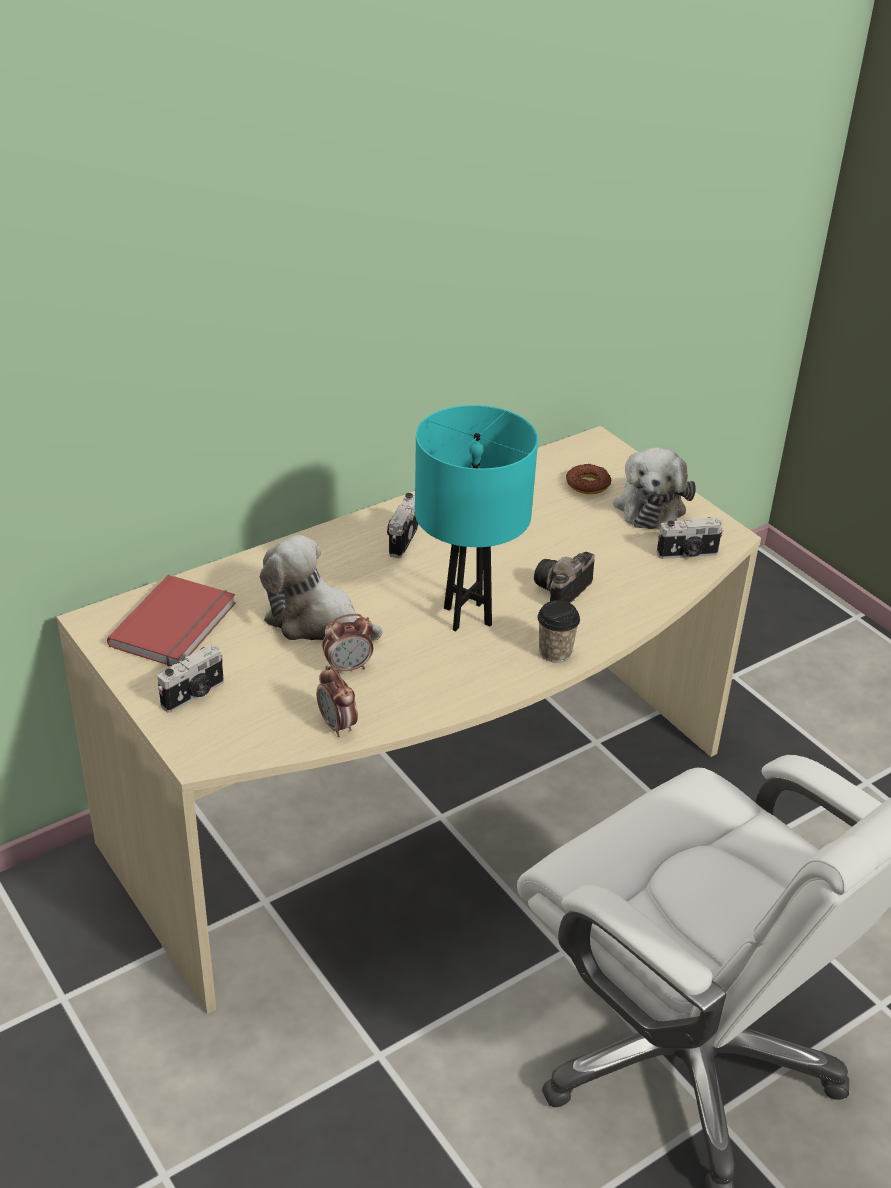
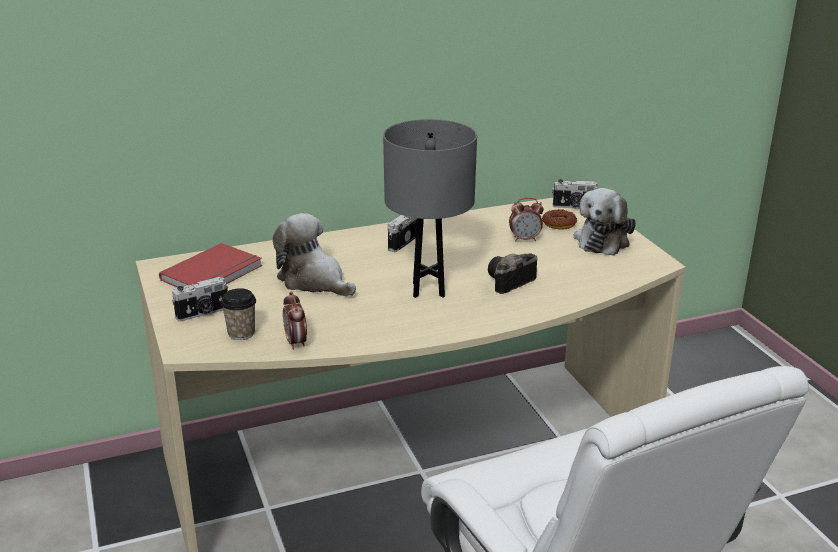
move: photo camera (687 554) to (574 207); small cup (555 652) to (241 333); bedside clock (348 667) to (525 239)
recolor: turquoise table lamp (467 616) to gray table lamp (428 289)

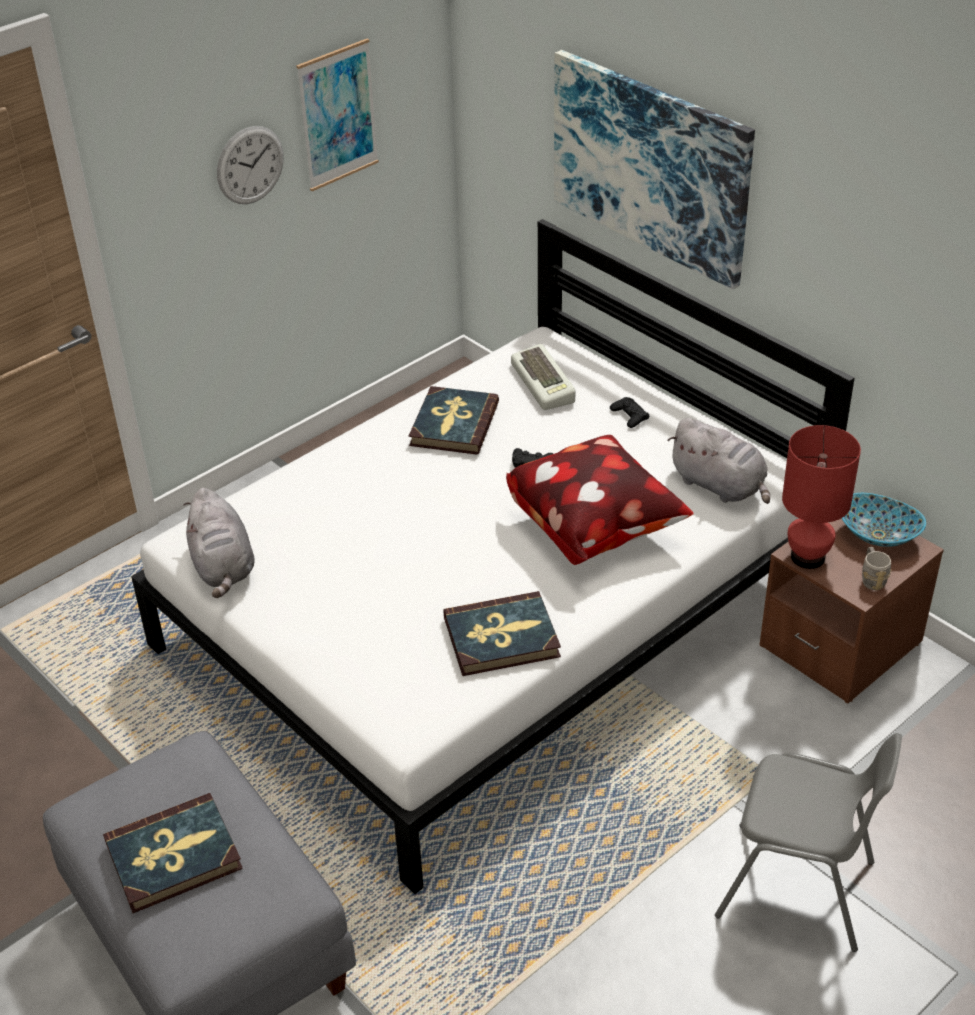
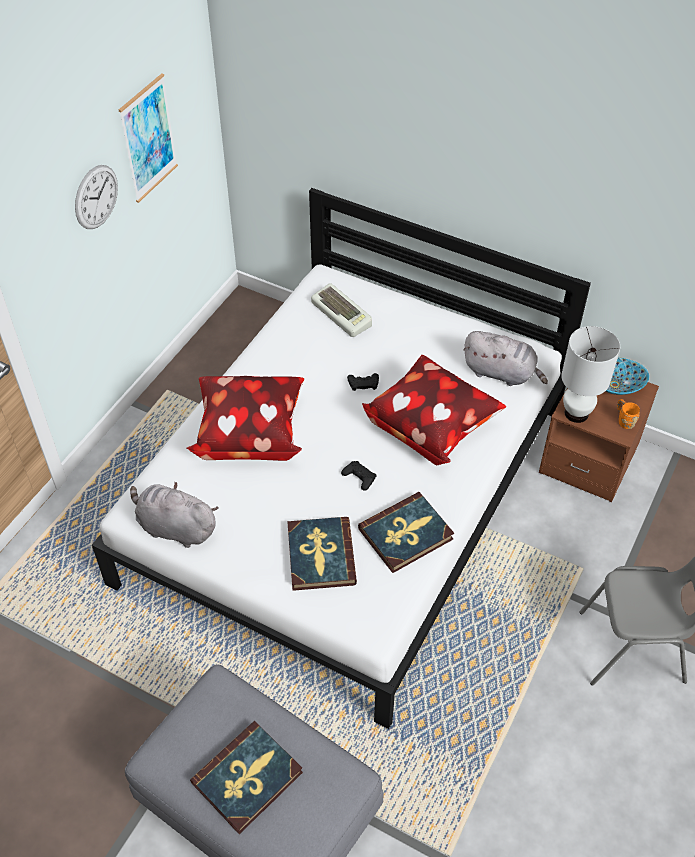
delete: picture (650 166)
insert: cushion (249 434)
move: book (453 424) to (320 555); black-coloured gamepad (629 416) to (359 477)
recolor: reddish table lamp (807 557) to white-coloured table lamp (575 413); gray tea mug (872 579) to orange tea mug (624 420)
rotate: gray cuddly toy (223 567) = (175 527) 150 degrees clockwise

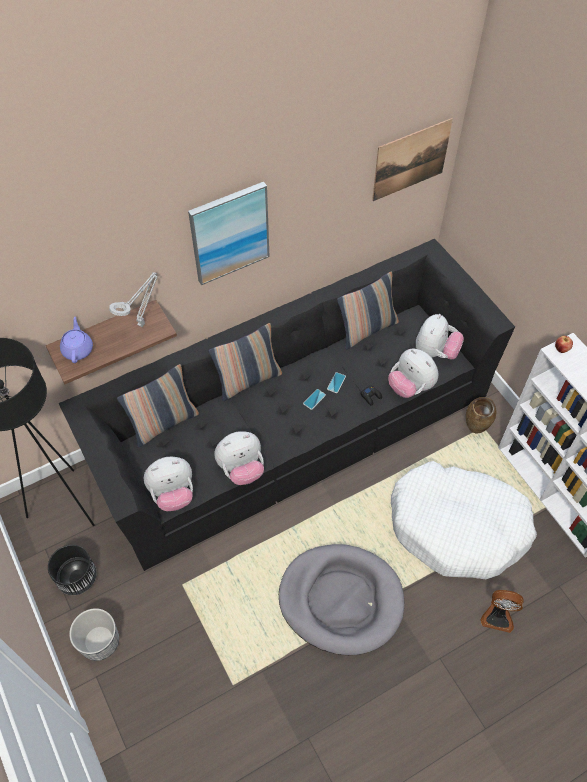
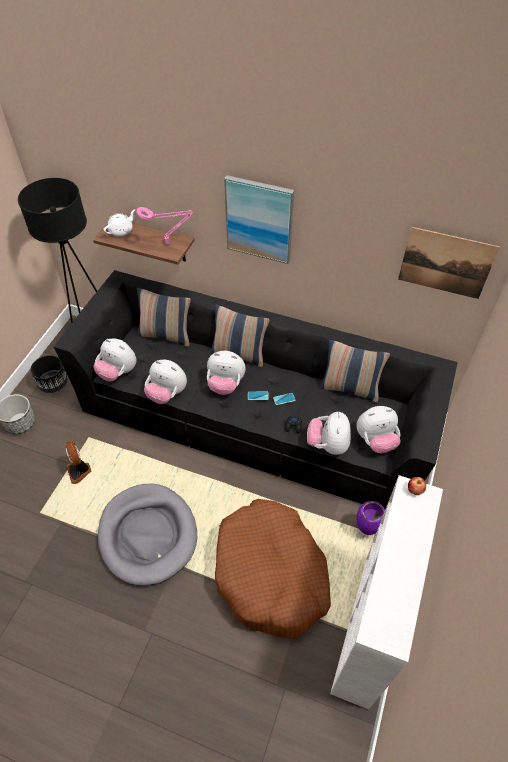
insert: cuddly toy (225 384)
move: fan (498 616) to (79 471)
recolor: gray table lamp (142 323) to pink-coloured table lamp (169 243); purple tea pot (78 349) to white-coloured tea pot (121 230); brown decorative vase (475 430) to purple decorative vase (366 530); white-coloured pet bed (458 526) to brown pet bed (271 573)

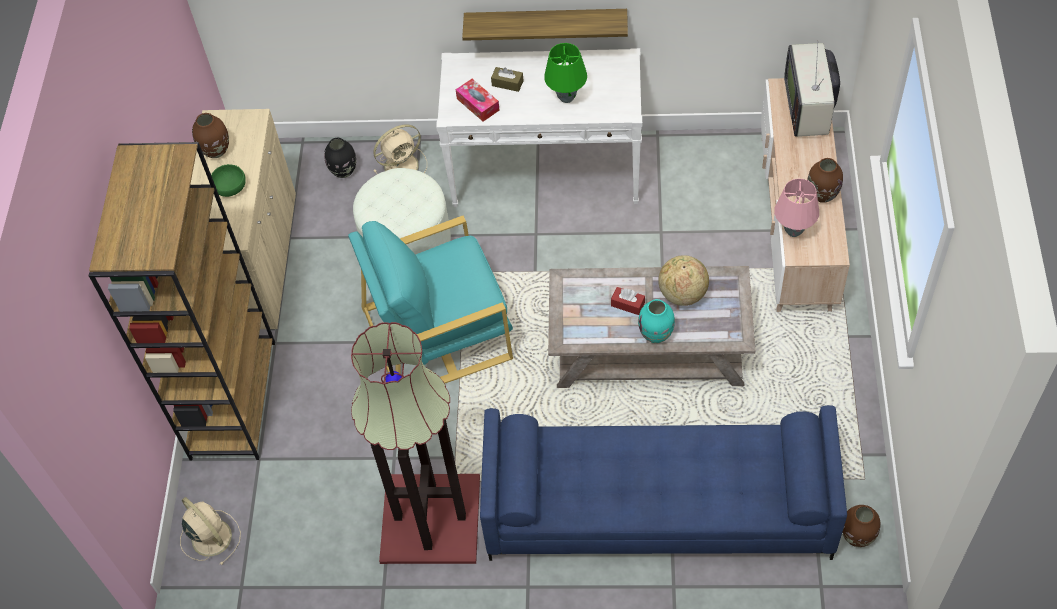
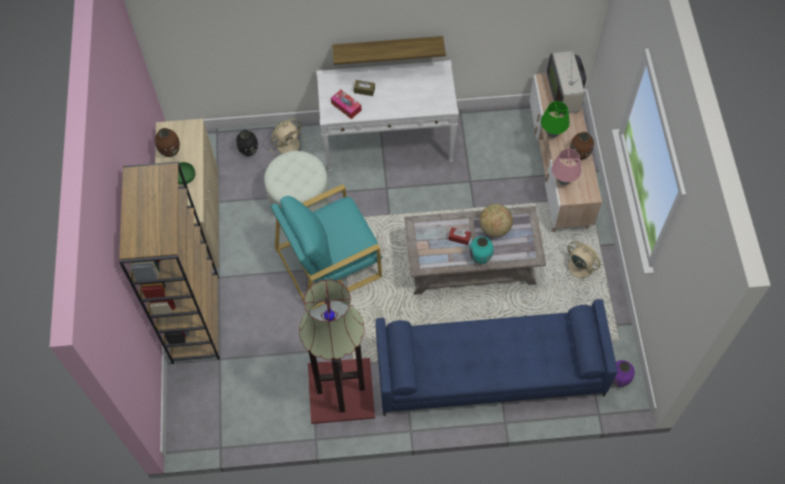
move: greenish table lamp (566 98) to (552 134); beige-coloured fan (210 536) to (579 266)
recolor: brown decorative vase (857 536) to purple decorative vase (618 379)

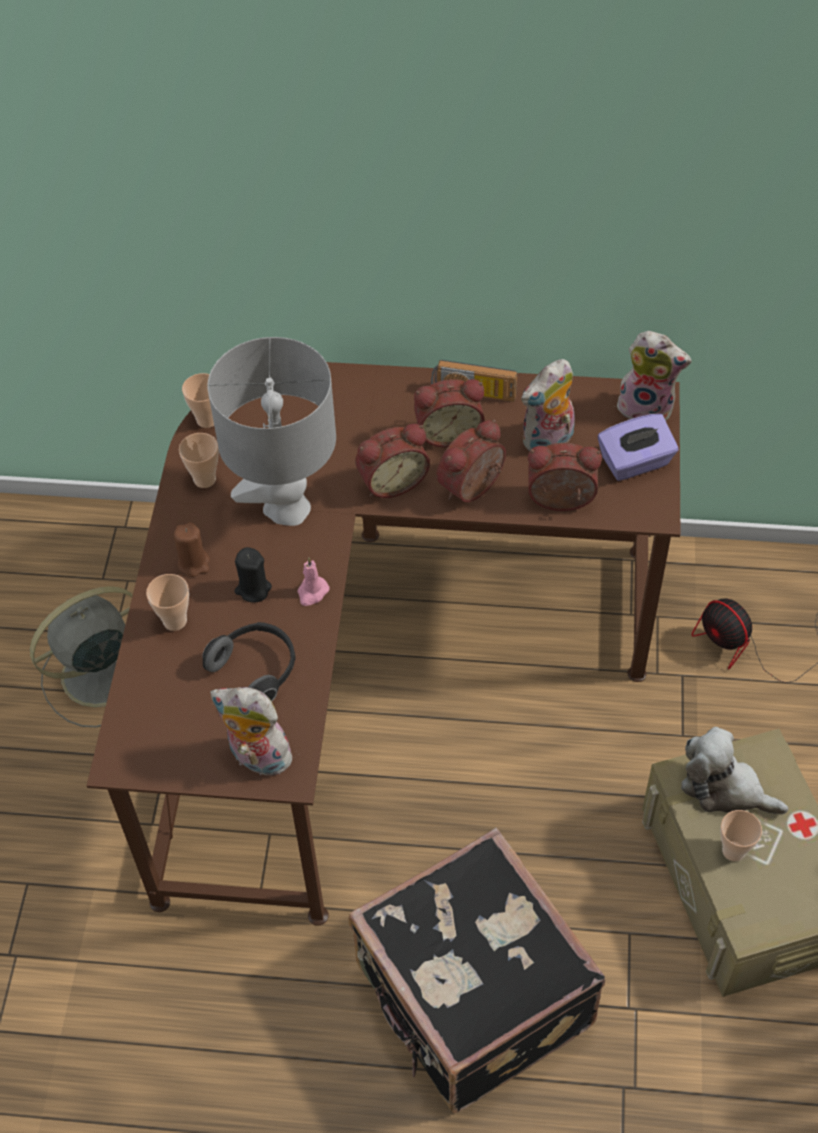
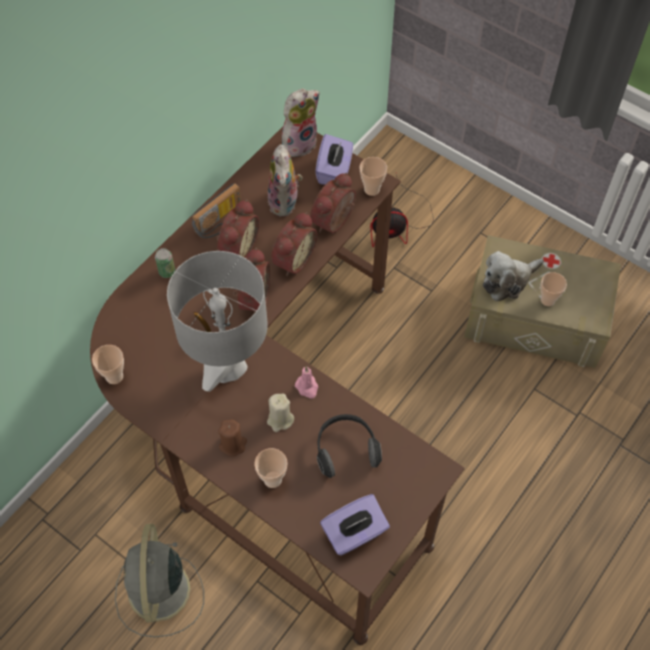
delete: cuddly toy (257 758); black-coloured piece of luggage (471 999)
insert: sealed can (167 272); purple box of tissues (354 533)
move: small cup (204 479) to (372 189)
recolor: black-coloured wax candle (253 589) to beige-coloured wax candle (280 420)
rotate: bedside clock (474 488) = (292 259) 135 degrees counterclockwise

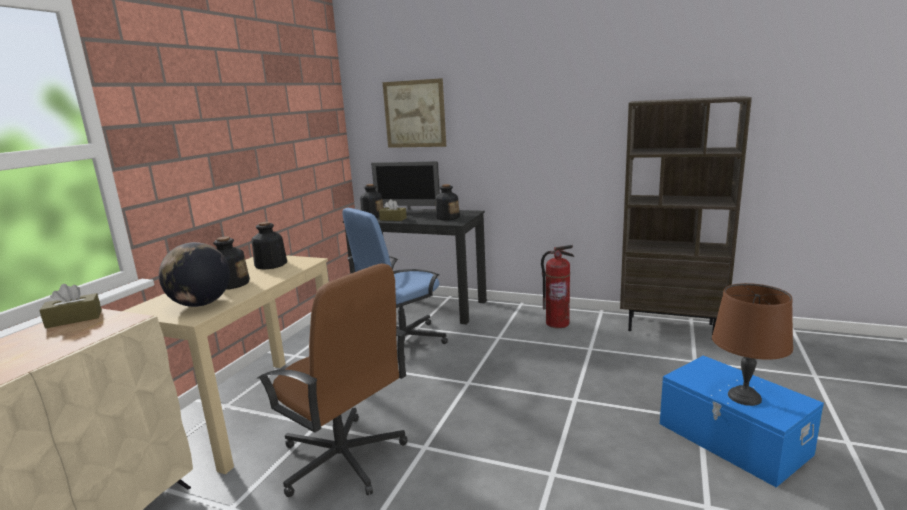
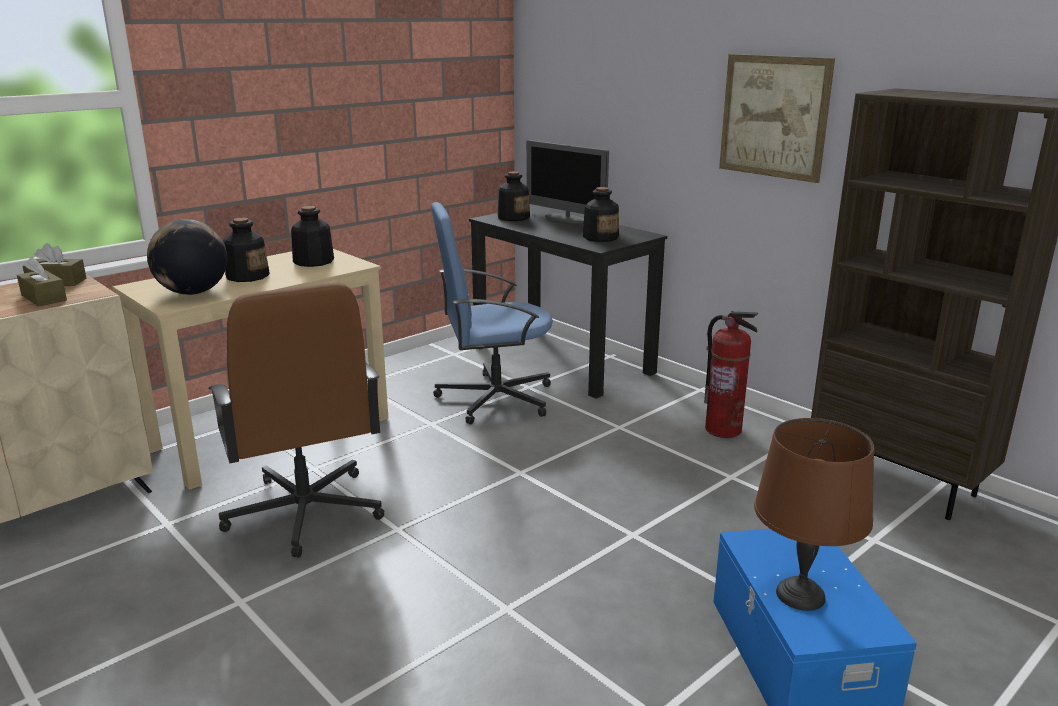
move: picture (414 114) to (774 117); brown box of tissues (393 219) to (44 298)

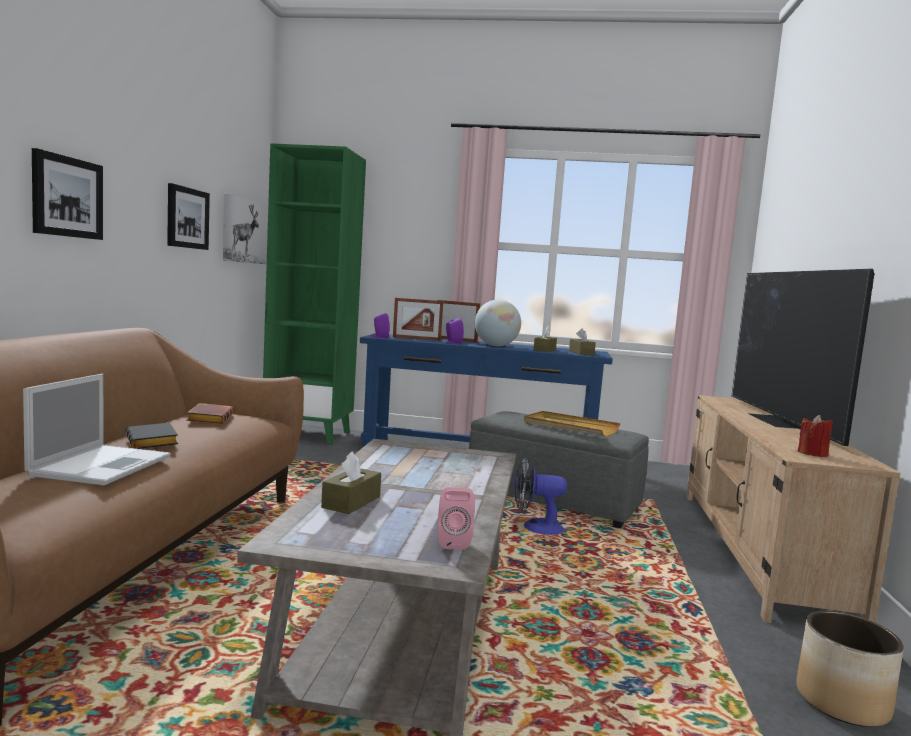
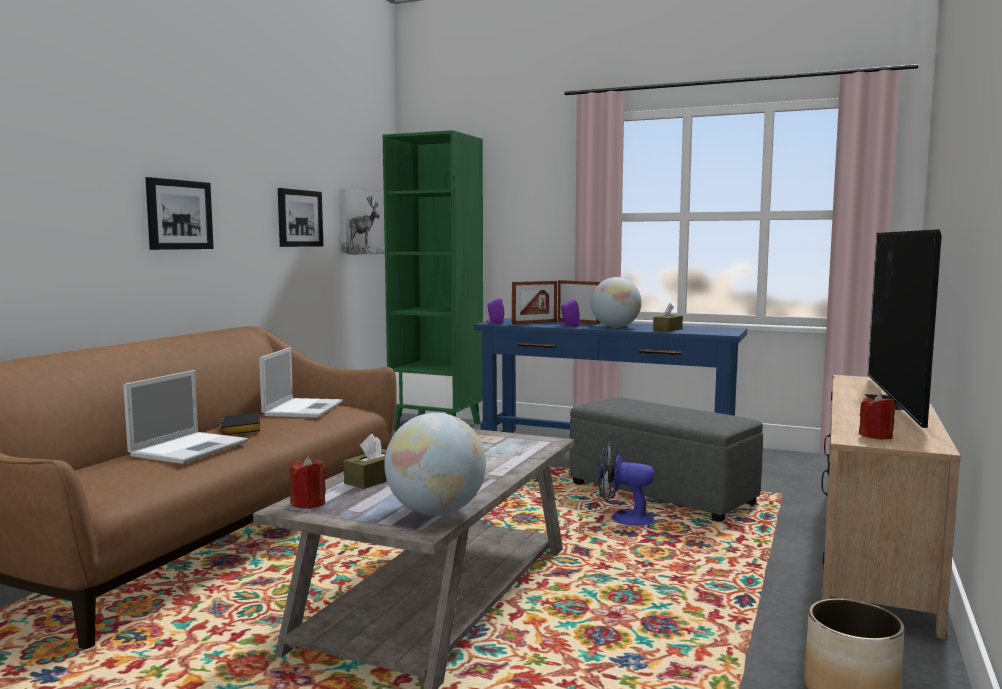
delete: brown box of tissues (581 353); beige-coloured serving tray (570 427)
insert: reddish wax candle (308 503)
replace: brown book (209 418) to laptop (303 408); pink-coloured loudspeaker (453 542) to desk globe (436 512)
rotate: standing frame (416 338) = (534 323) 45 degrees counterclockwise

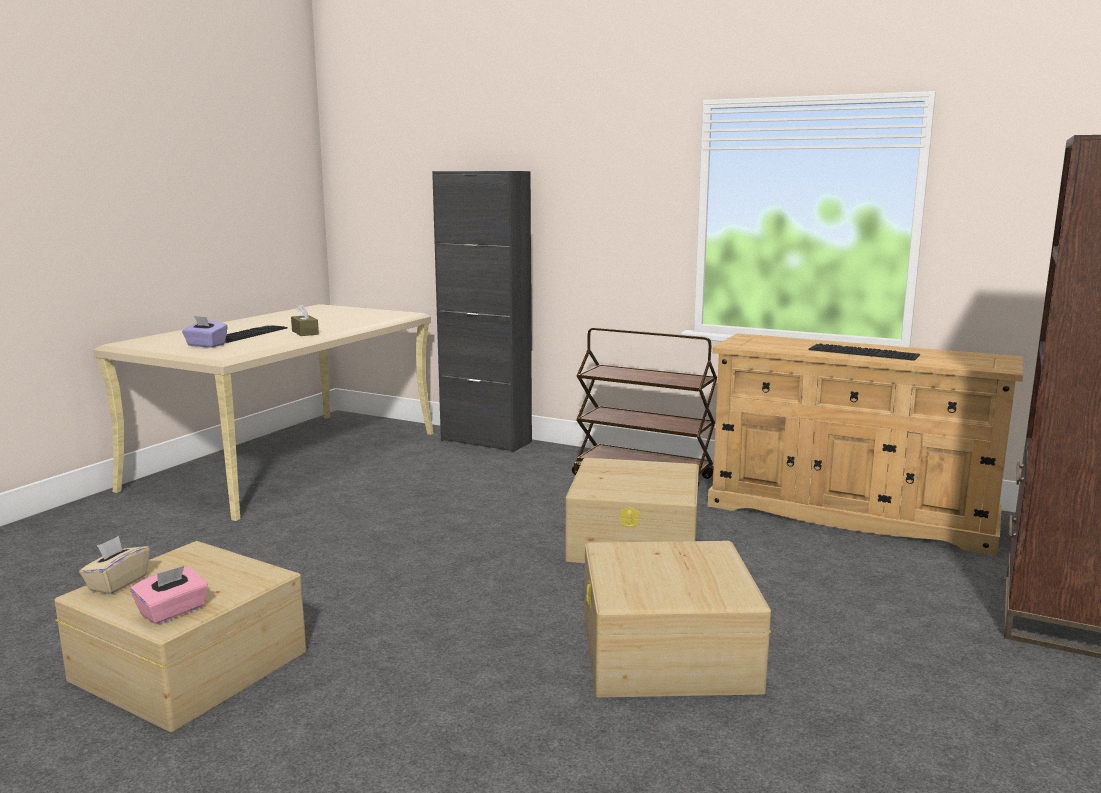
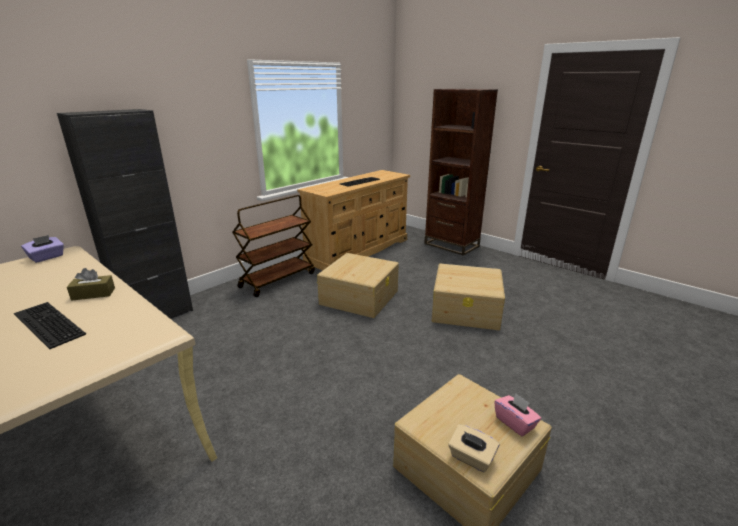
move: purple box of tissues (206 345) to (47 257)

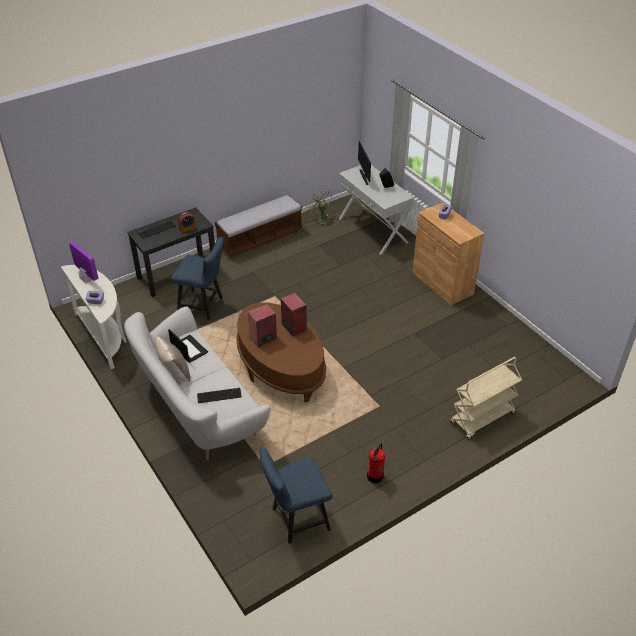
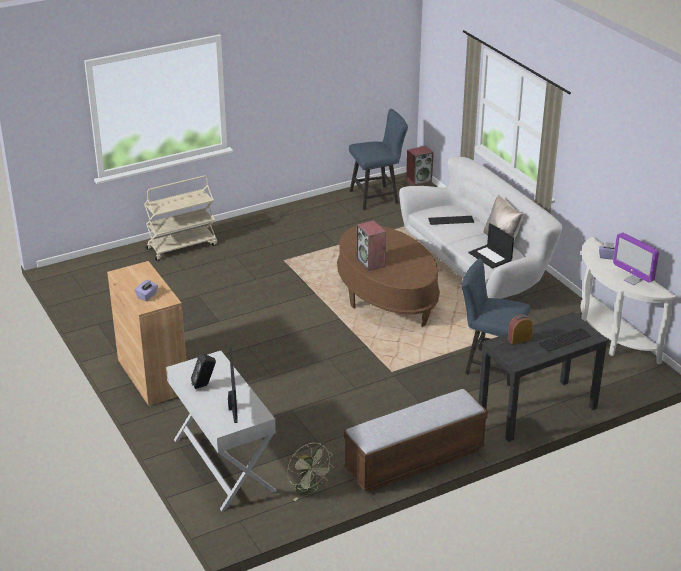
delete: extinguisher (375 476)
move: loudspeaker (263 338) to (419 180)

